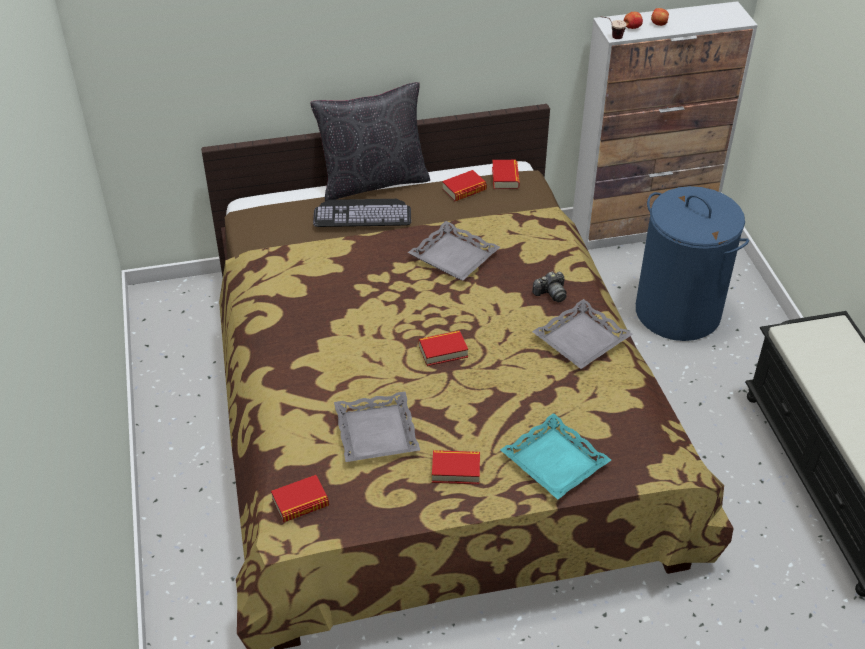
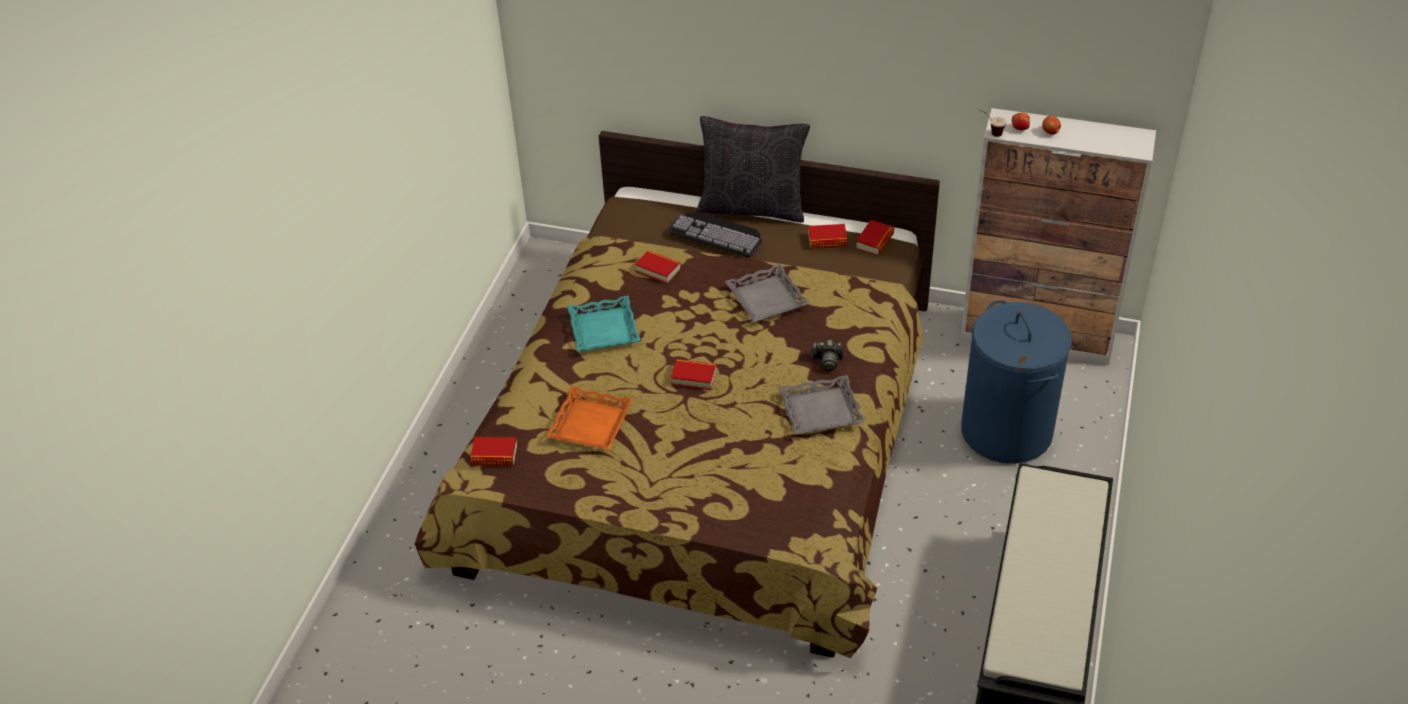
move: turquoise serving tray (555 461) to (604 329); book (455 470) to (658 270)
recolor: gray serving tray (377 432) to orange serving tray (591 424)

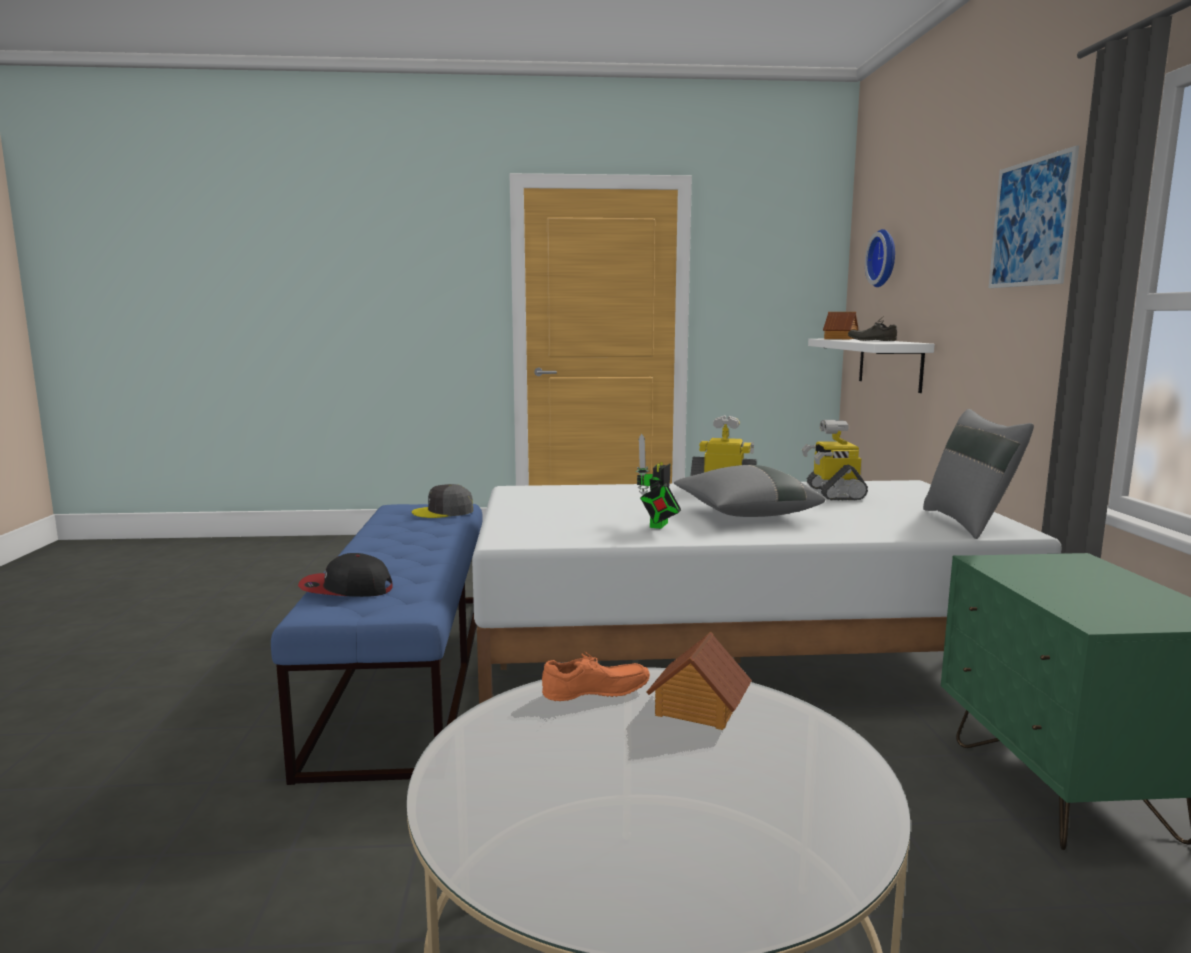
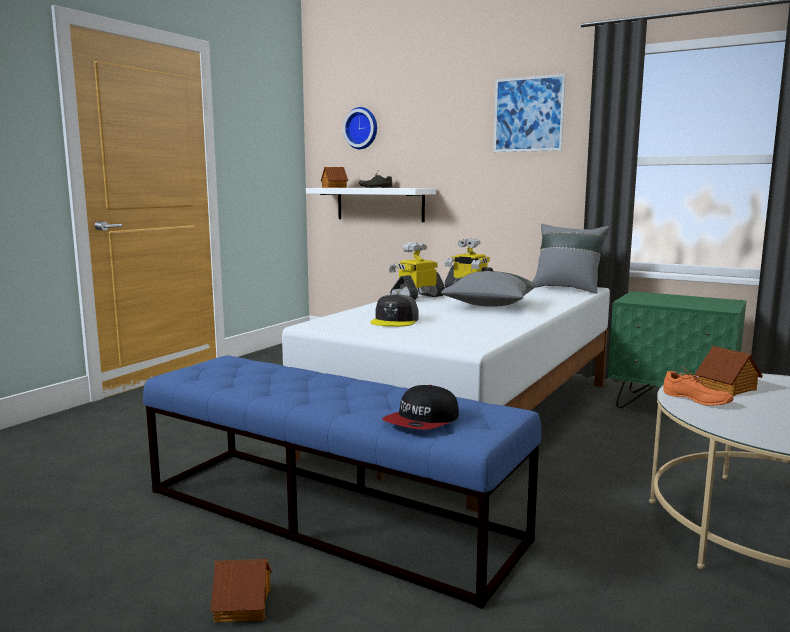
delete: robot figure (657 526)
insert: toy house (242 605)
move: gray cap (444 511) to (395 321)
rotate: orange item of footwear (597 693) = (695 400) 120 degrees clockwise

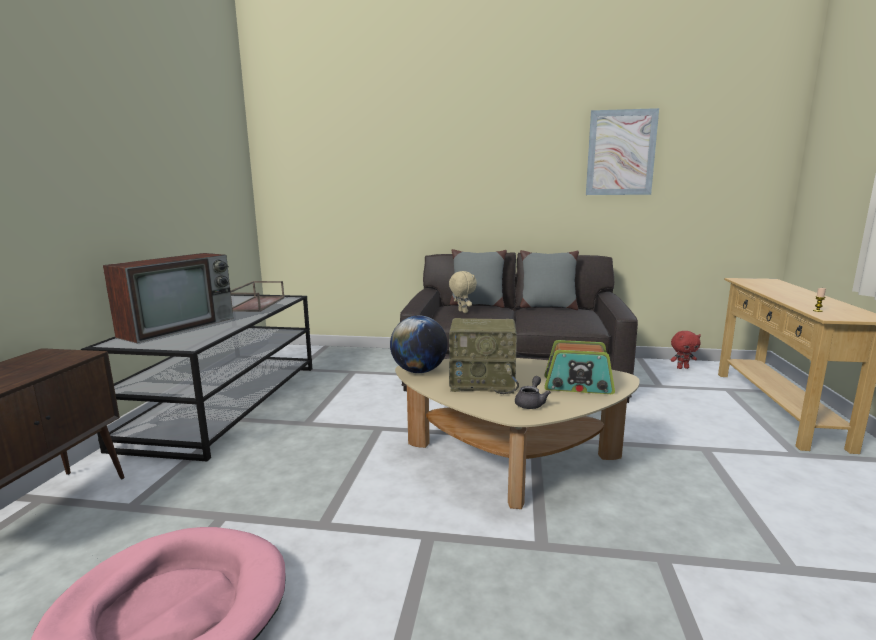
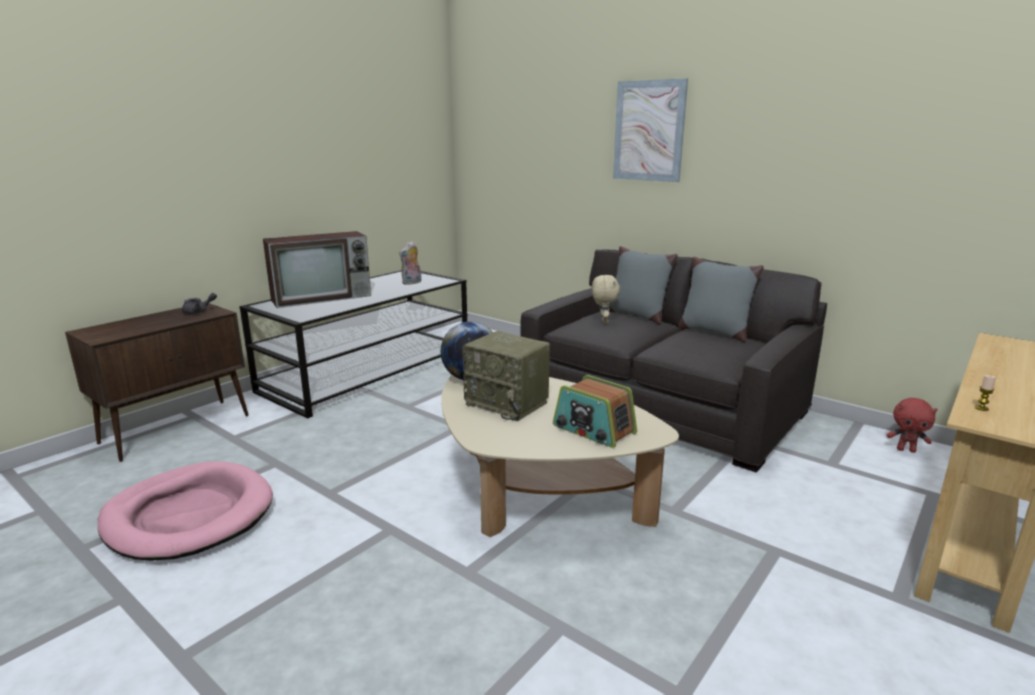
move: picture (621 153) to (649 131); gray tea pot (531 403) to (199 312)
replace: brown serving tray (256 304) to cuddly toy (412 283)

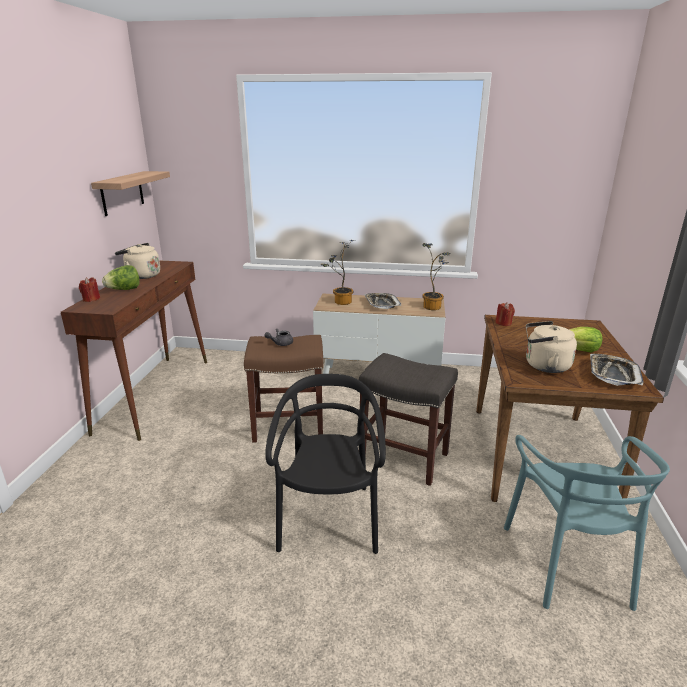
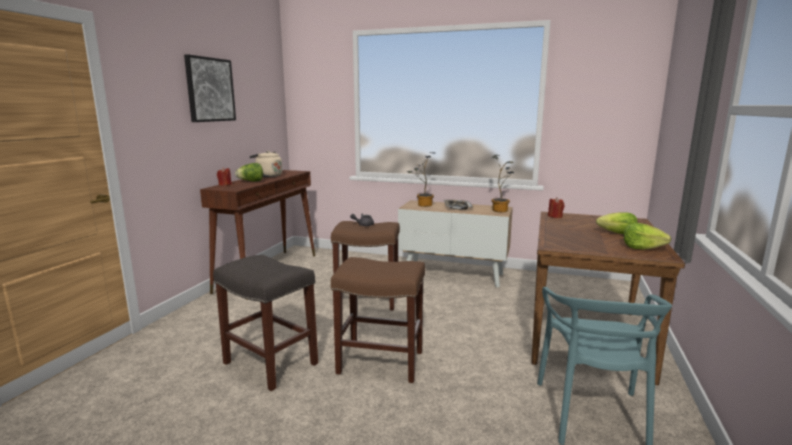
delete: shelf (122 193); beige-coloured water kettle (544 366)
insert: picture (210 90)
move: gray stool seat (402 458) to (269 363)
replace: serving tray (613 374) to lettuce (642 247); black-coloured plain chair (329 519) to brown stool seat (382 362)

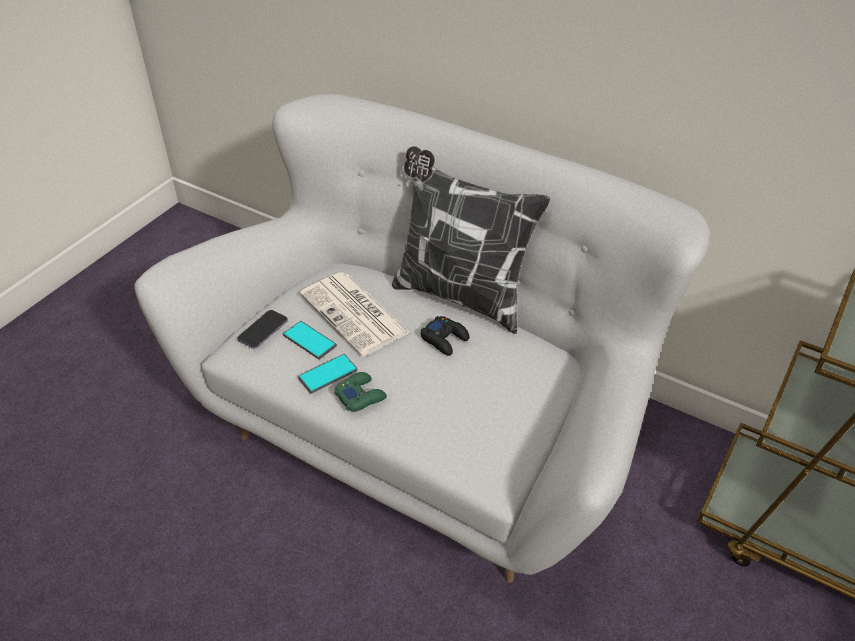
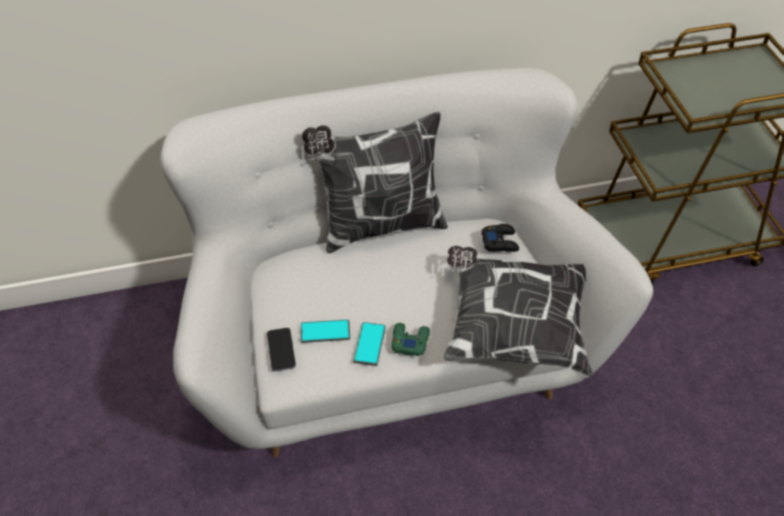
delete: printed paper (356 314)
insert: cushion (512 328)
move: black-coloured gamepad (445 339) to (500 242)

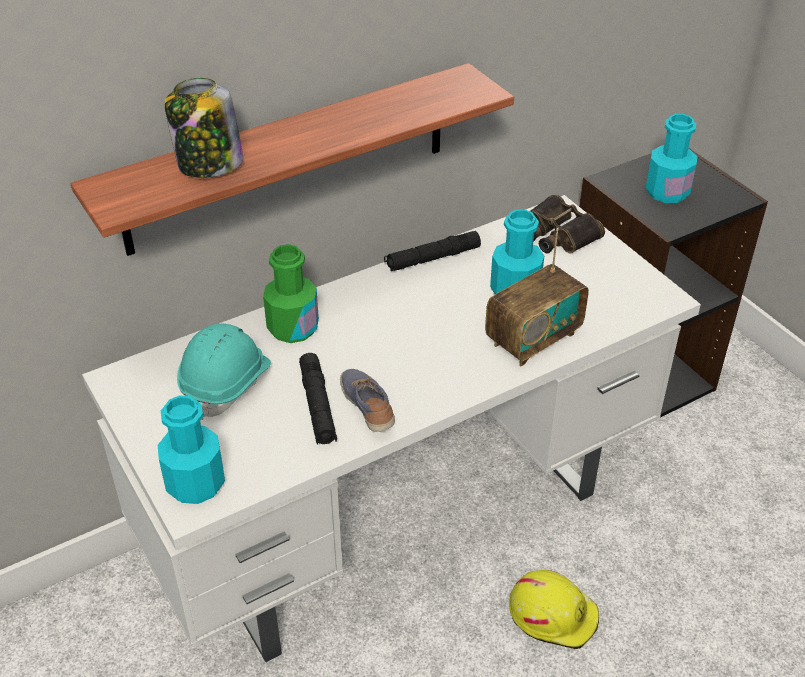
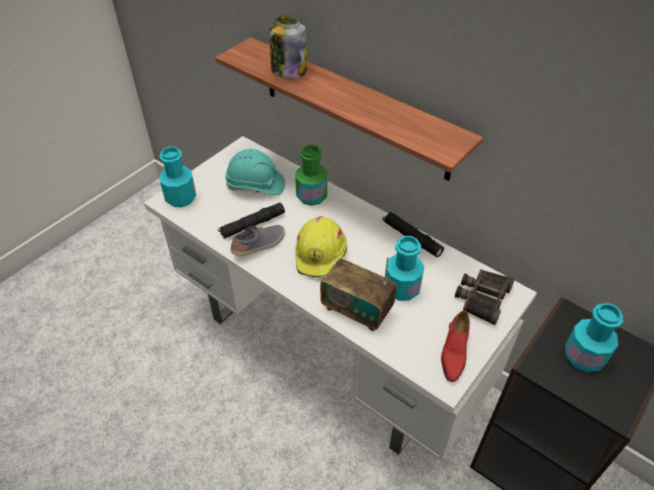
insert: reddish item of footwear (454 352)
move: yellow hard hat (553 614) to (321 255)

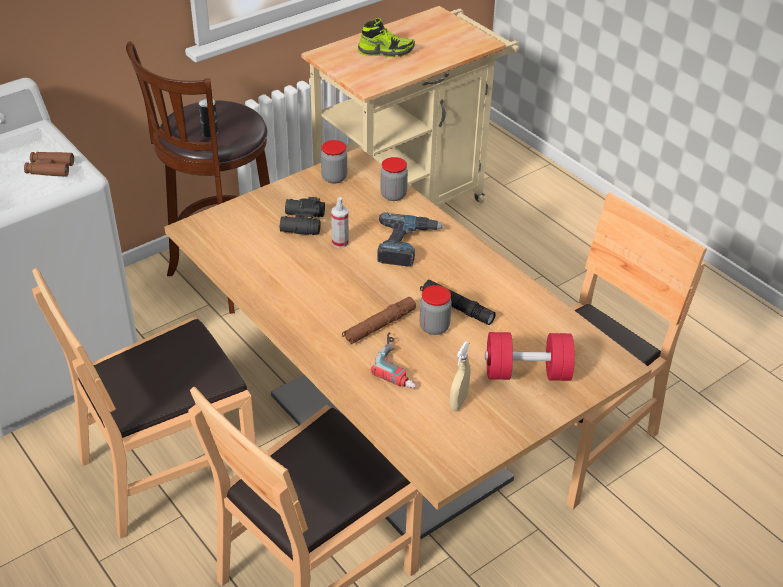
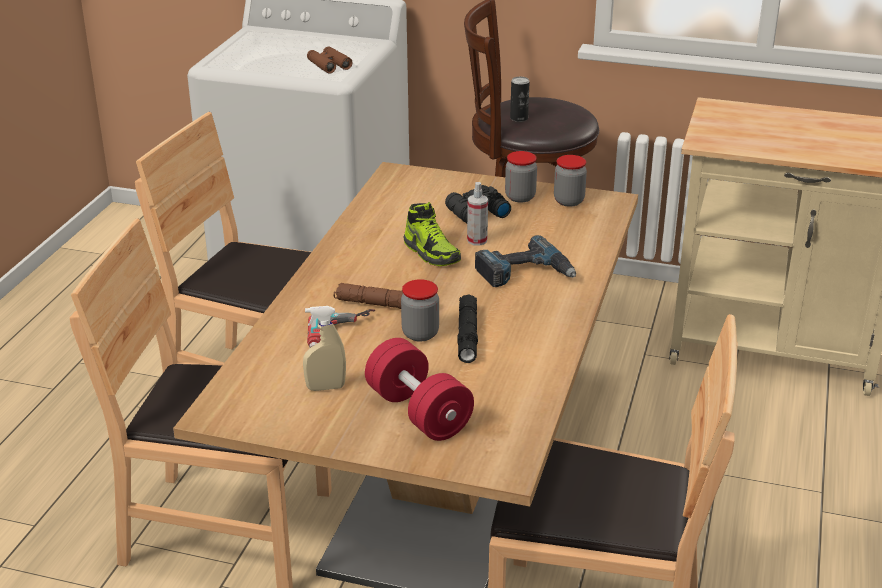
move: item of footwear (386 51) to (431 253); jar (393 195) to (520 197)

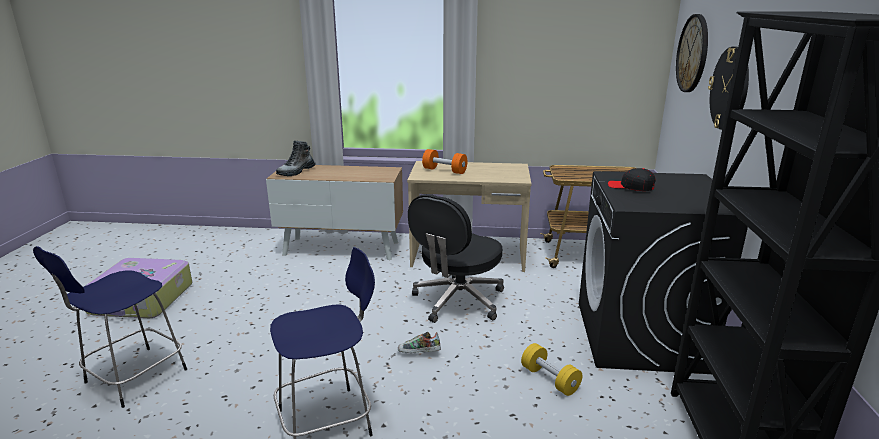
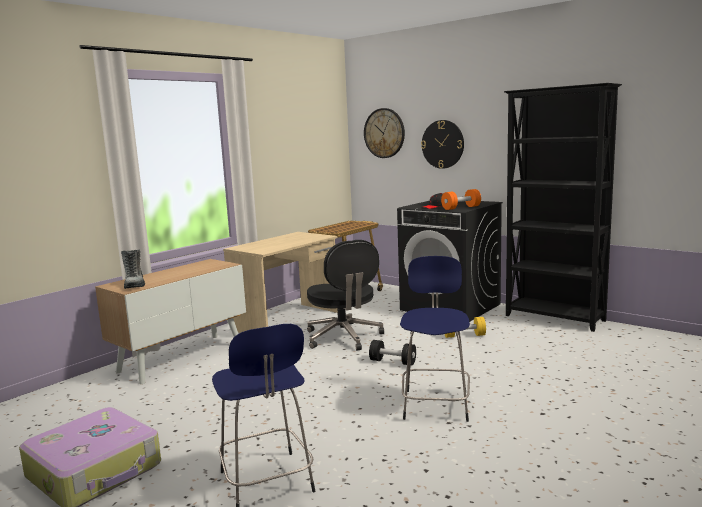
move: orange dumbbell (444 170) to (461 208)
replace: item of footwear (419 354) to black-coloured dumbbell (393 362)

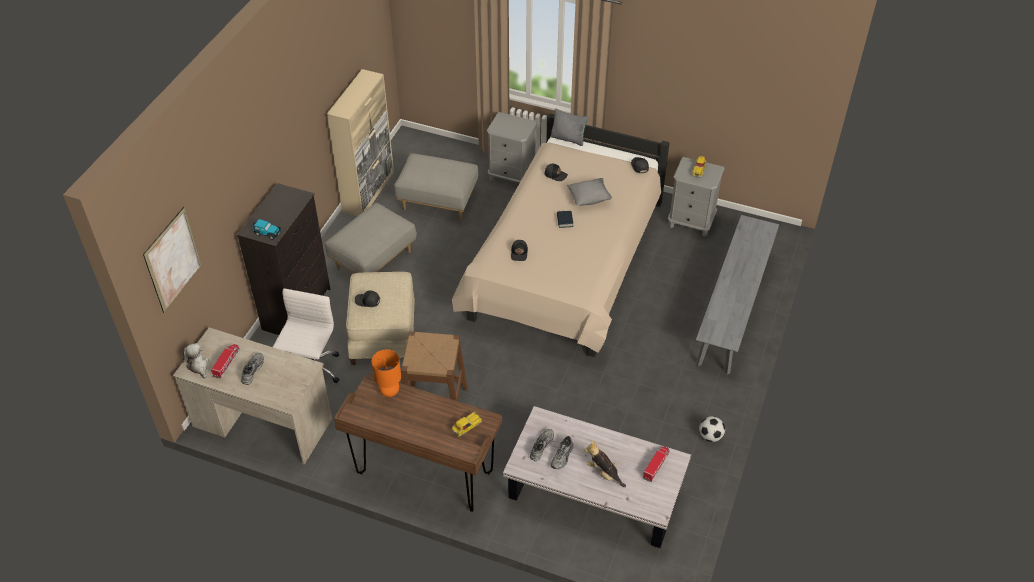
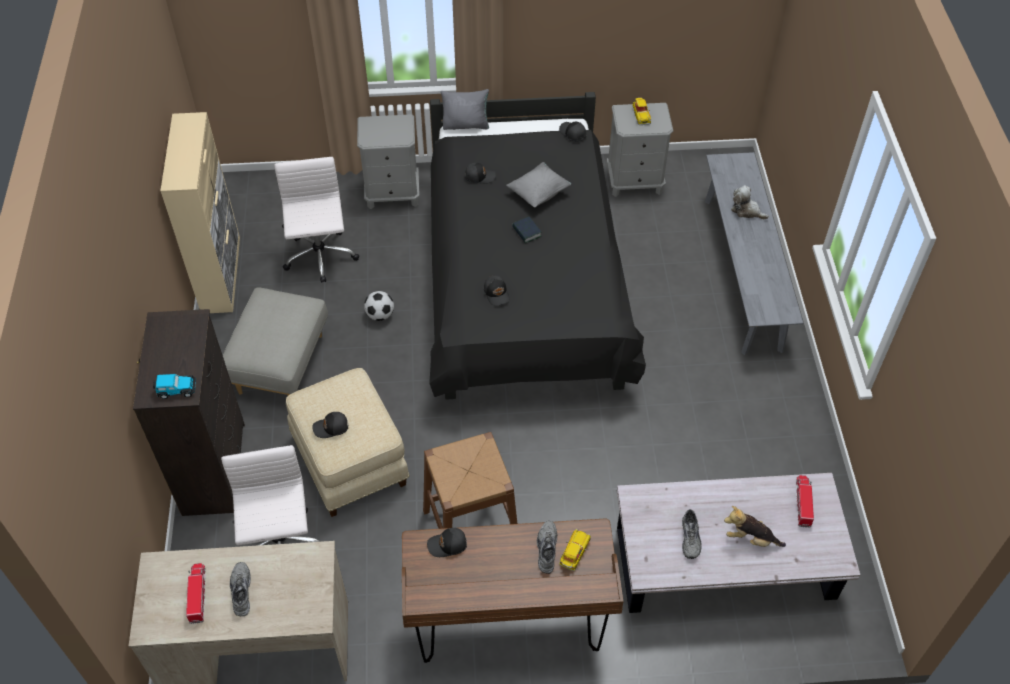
delete: picture (173 260)
move: cuddly toy (198 366) to (746 211); ball for football (710 436) to (380 315); gray item of footwear (540 446) to (546 549)
replace: gray pouffe (438 202) to white-coloured desk chair (320 257); orange table lamp (389 391) to black-coloured cap (448 545)
recolor: beige-coloured bedroom bed (566 265) to black-coloured bedroom bed (523 285)

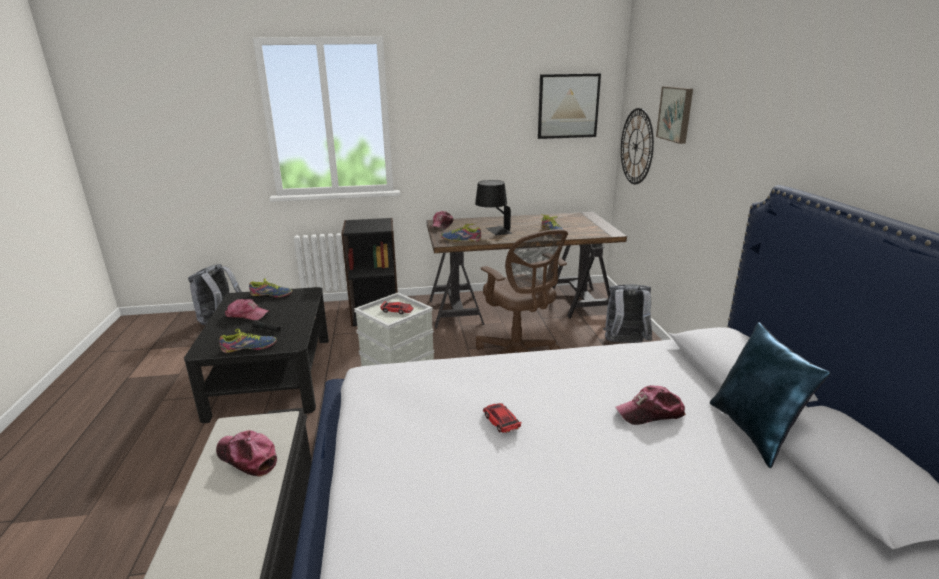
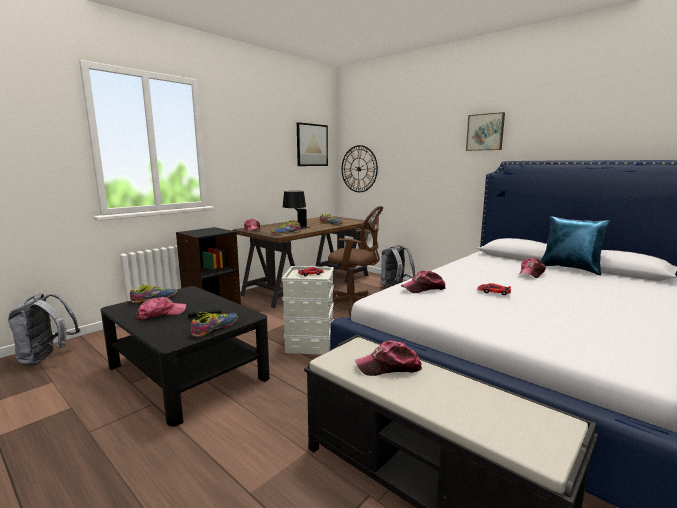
insert: cap (423 288)
move: picture (676 114) to (485 132)

